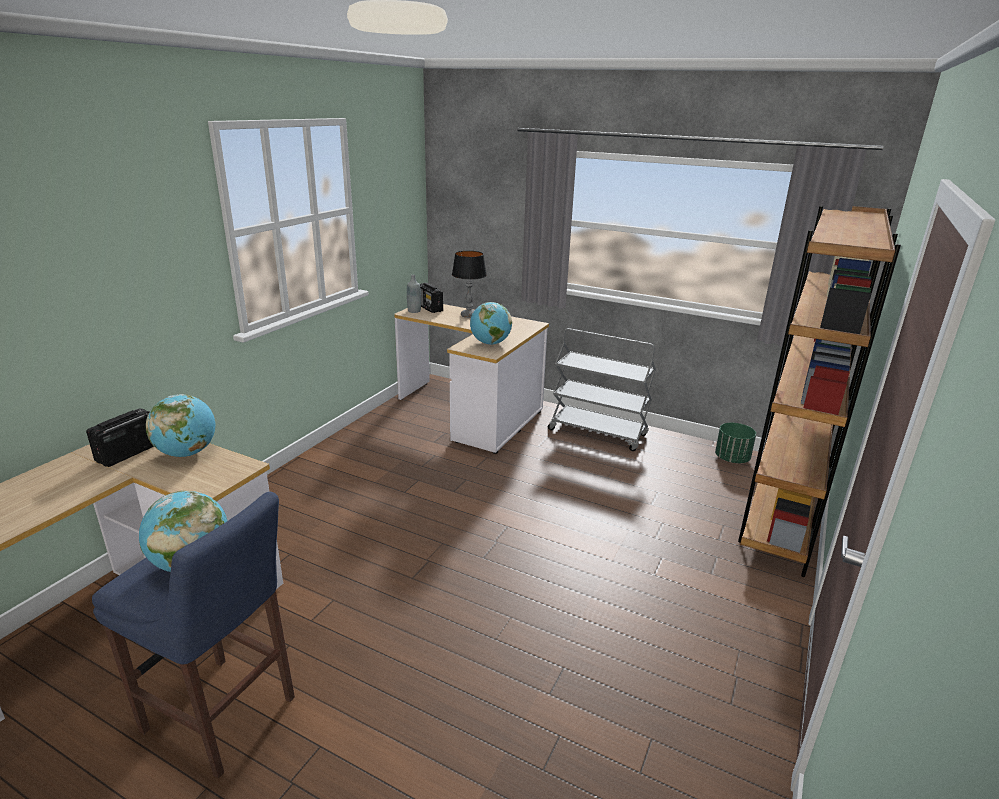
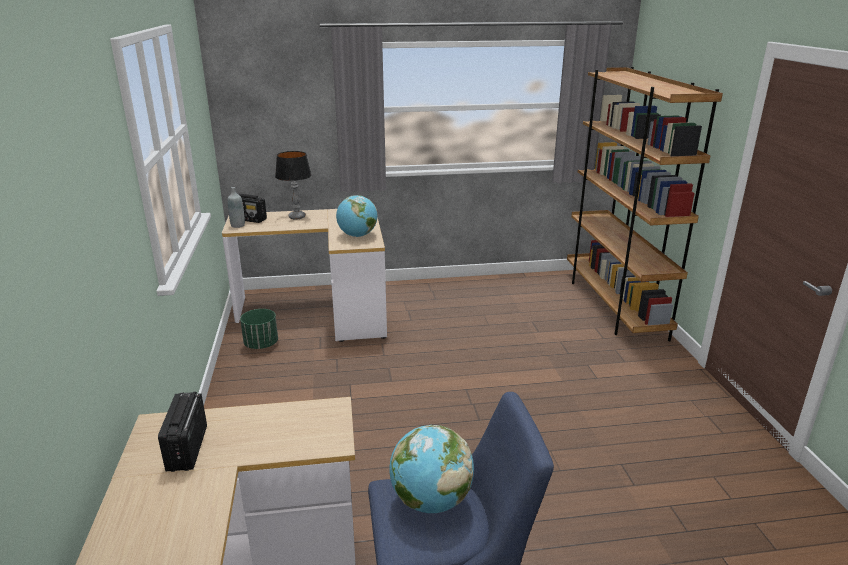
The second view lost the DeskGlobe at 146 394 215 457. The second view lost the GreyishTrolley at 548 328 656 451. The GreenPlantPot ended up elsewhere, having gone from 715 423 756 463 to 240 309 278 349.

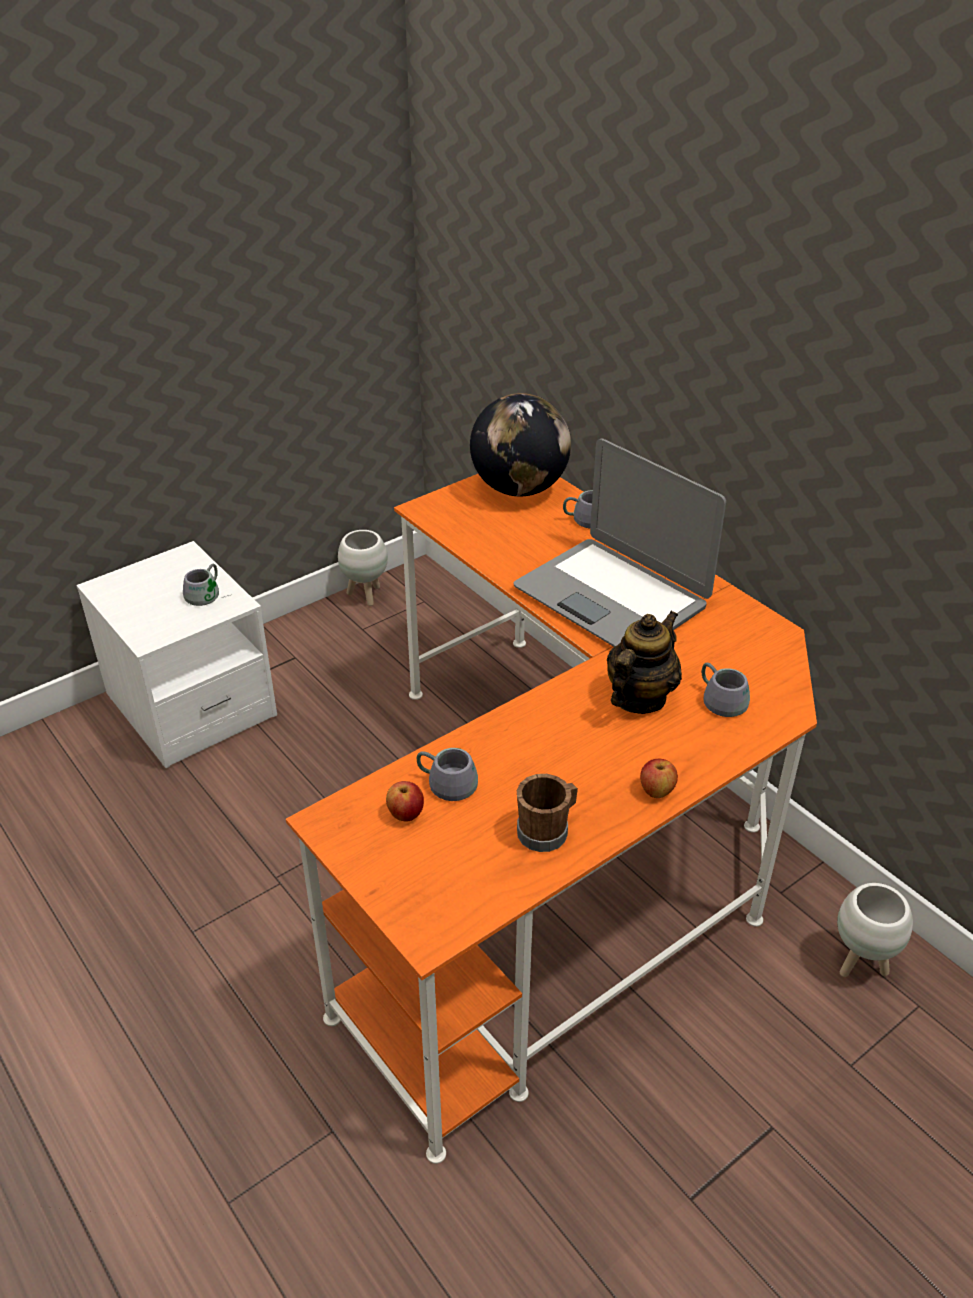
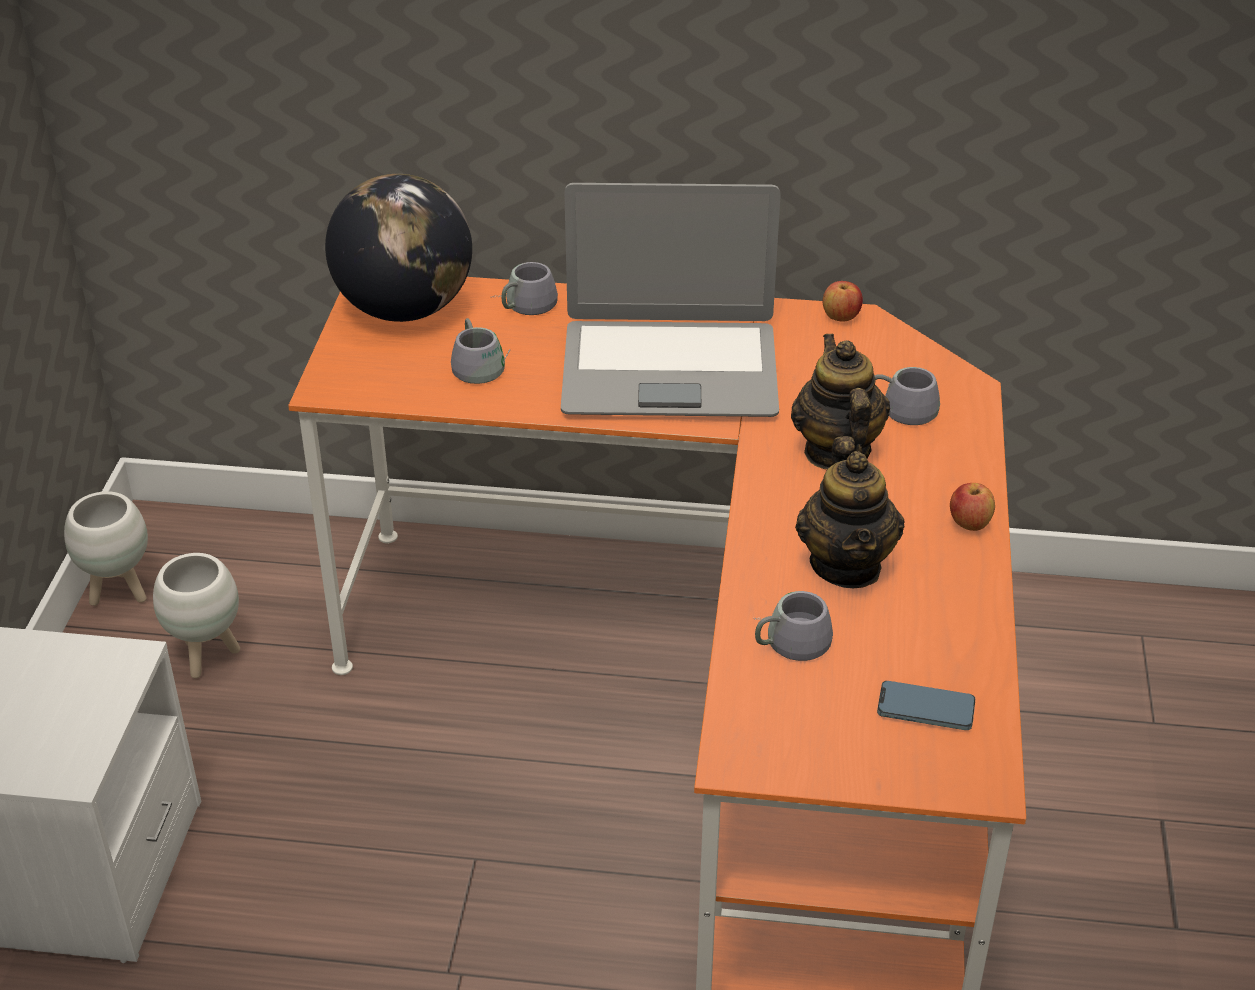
The GreyishTeaMug ended up elsewhere, having gone from 183 564 232 606 to 451 318 510 384. The Apple ended up elsewhere, having gone from 386 781 424 821 to 823 281 863 322. The second view lost the BrownishTeaMug at 517 774 578 852. The WhitePlantPot ended up elsewhere, having gone from 837 883 913 977 to 153 553 240 678. The second view gained the PotForTea at 795 436 905 588. The second view gained the Telephone at 877 681 975 730.

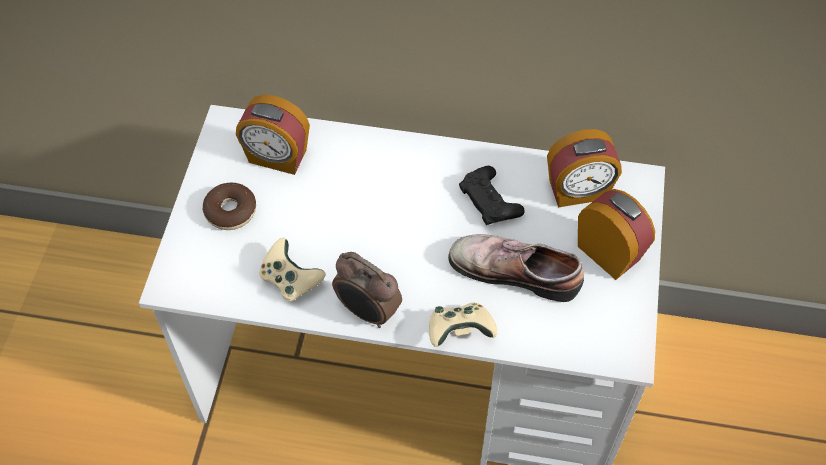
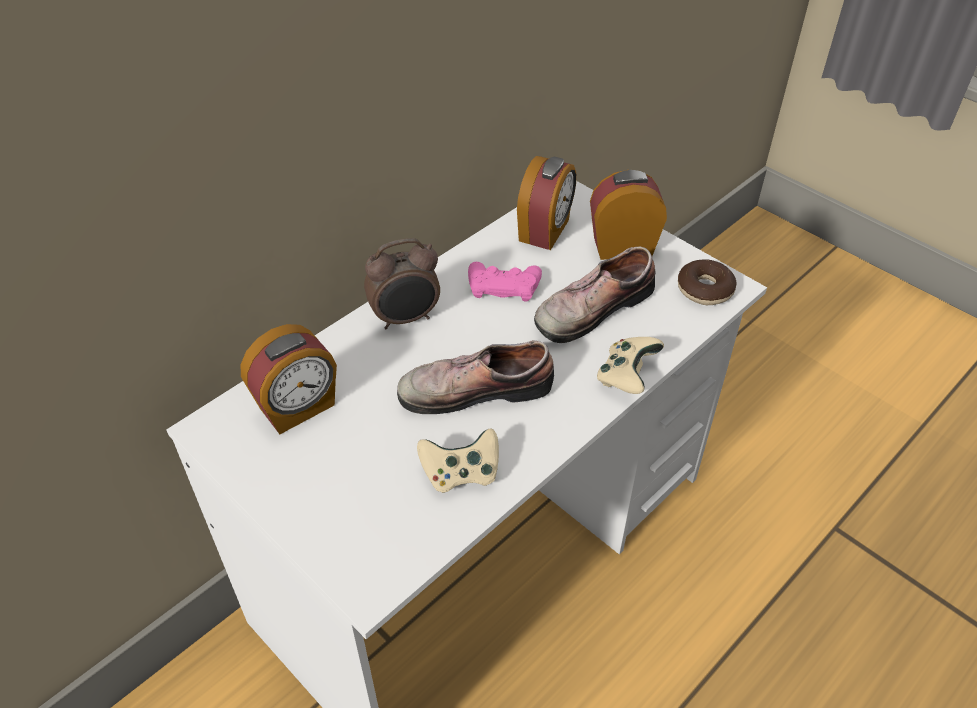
The RingDoughnut ended up elsewhere, having gone from 203 183 256 230 to 678 259 737 305. The AlarmClock ended up elsewhere, having gone from 332 252 402 328 to 364 238 440 329. What was the BlackishJoypad at 459 166 525 225 turned into the PinkJoypad at 468 262 542 301. The second view gained the ItemOfFootwear at 397 340 554 414.

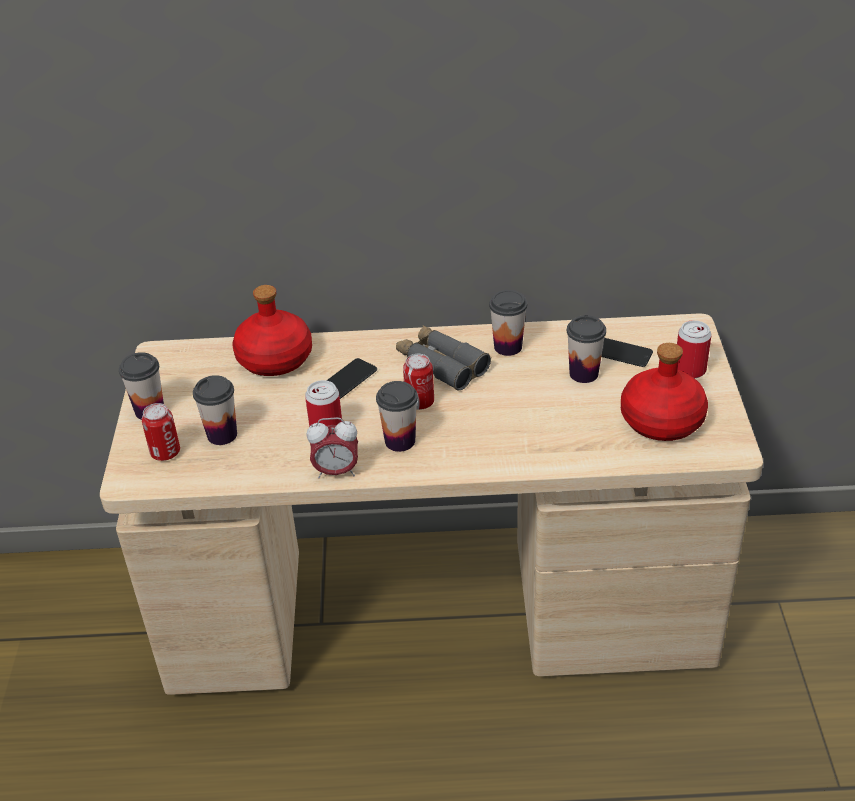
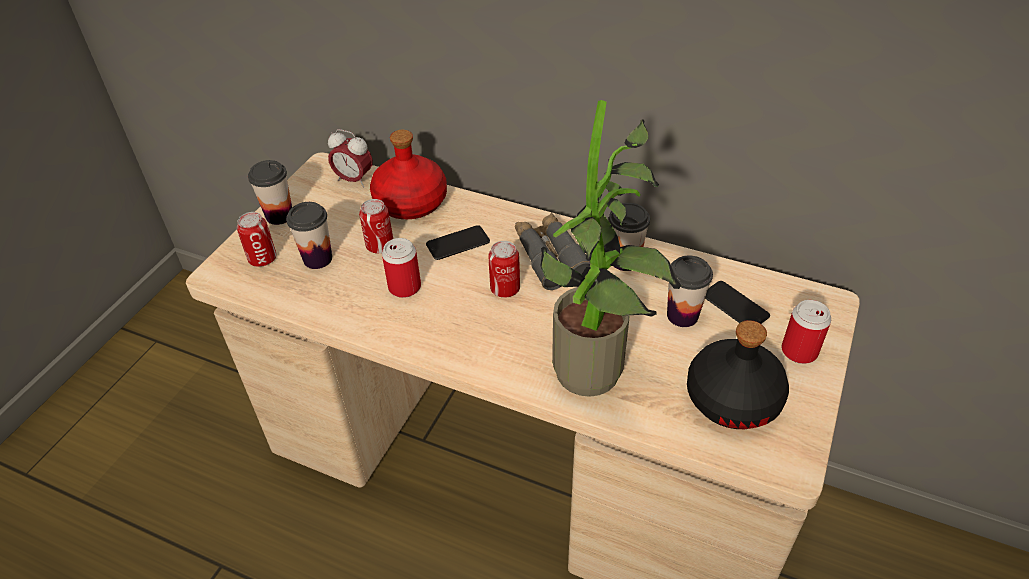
The AlarmClock ended up elsewhere, having gone from 307 417 358 479 to 328 129 373 187. The second view lost the SmallCup at 376 381 418 452. What was the RedBeverageBottle at 621 343 708 441 turned into the BlackishBeverageBottle at 687 320 789 429. The second view gained the MetalCan at 359 199 393 253. The second view gained the PlantInAPot at 541 100 681 397.

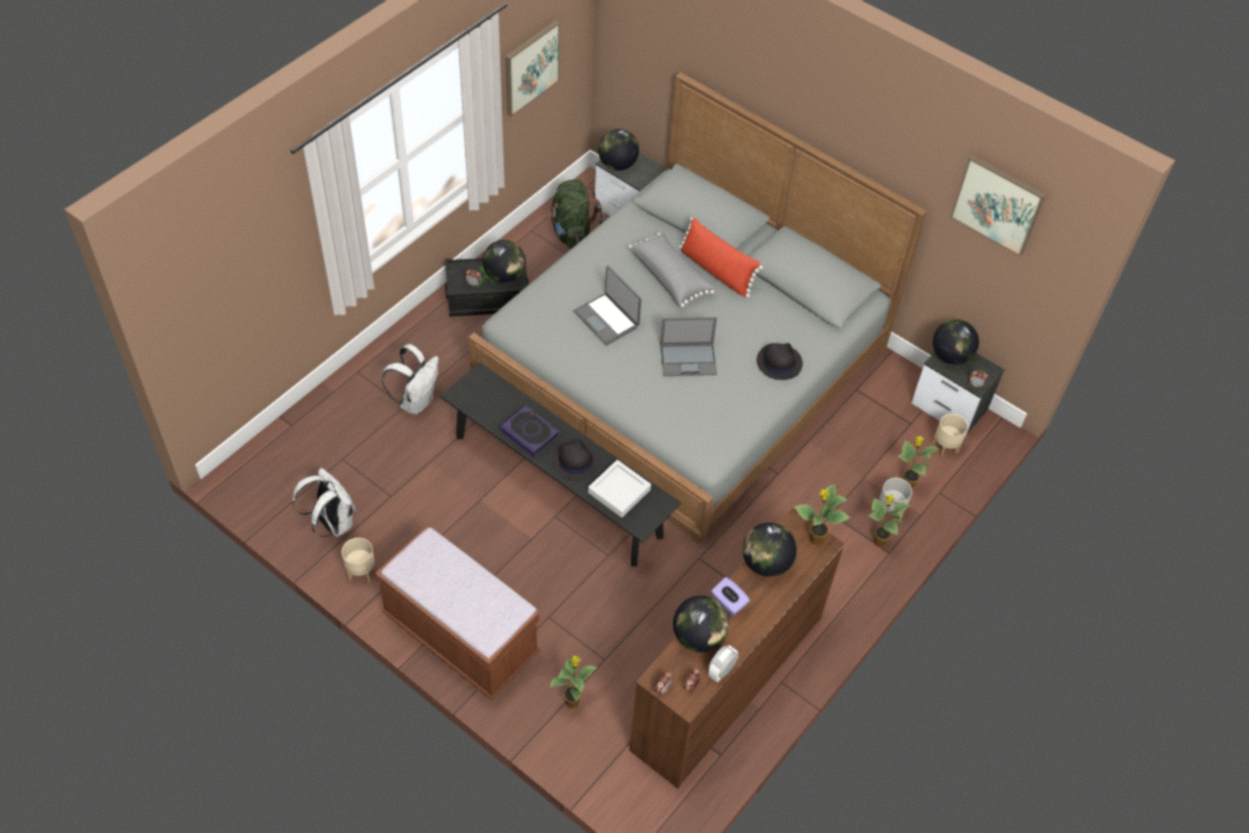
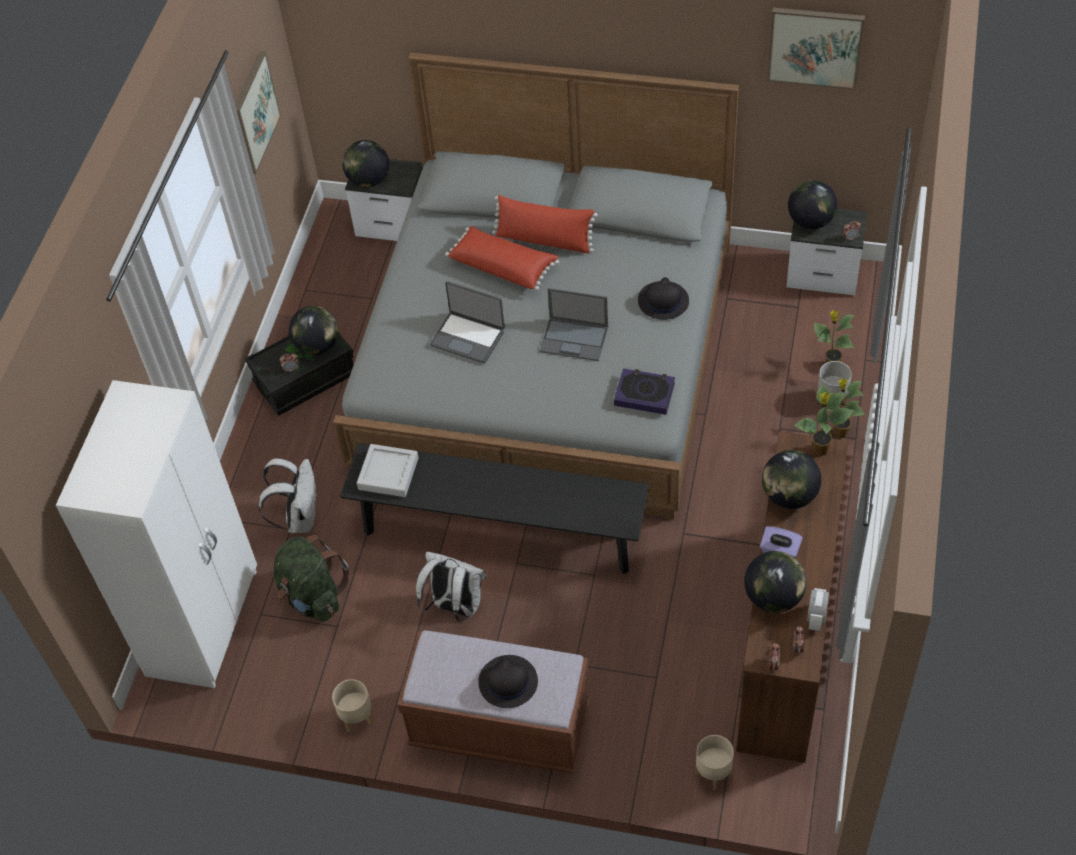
The WhiteBackpack ended up elsewhere, having gone from 292 468 356 537 to 416 552 487 621. The BoundBook ended up elsewhere, having gone from 500 405 560 457 to 614 368 675 415. The GreenBackpack ended up elsewhere, having gone from 547 179 604 249 to 274 535 349 622. The second view lost the PlantInAPot at 550 656 598 708. The BlackishClothingHat ended up elsewhere, having gone from 552 440 600 480 to 478 655 538 708. The GreyishTray ended up elsewhere, having gone from 588 460 651 518 to 357 444 419 497. What was the GreyishPillow at 629 233 716 307 turned into the RedPillow at 445 226 559 290. The Laptop at 660 317 717 376 ended up facing another way, 45 degrees clockwise from before. The SandColouredPlantPot ended up elsewhere, having gone from 932 414 968 458 to 695 735 734 790. The second view gained the WhiteWardrobe at 56 380 257 688.

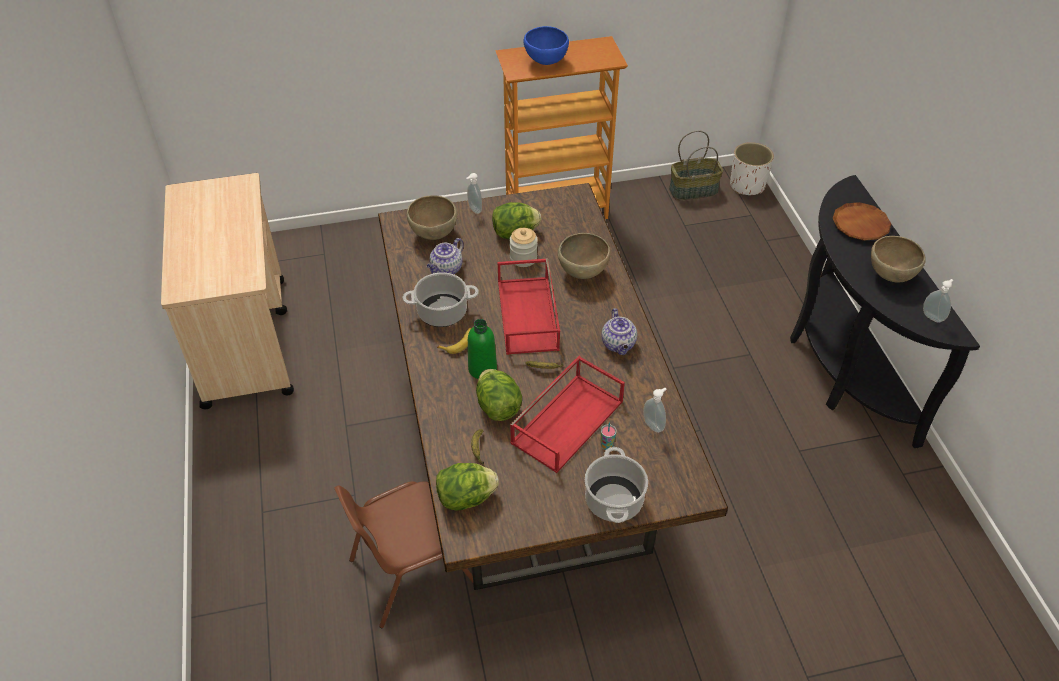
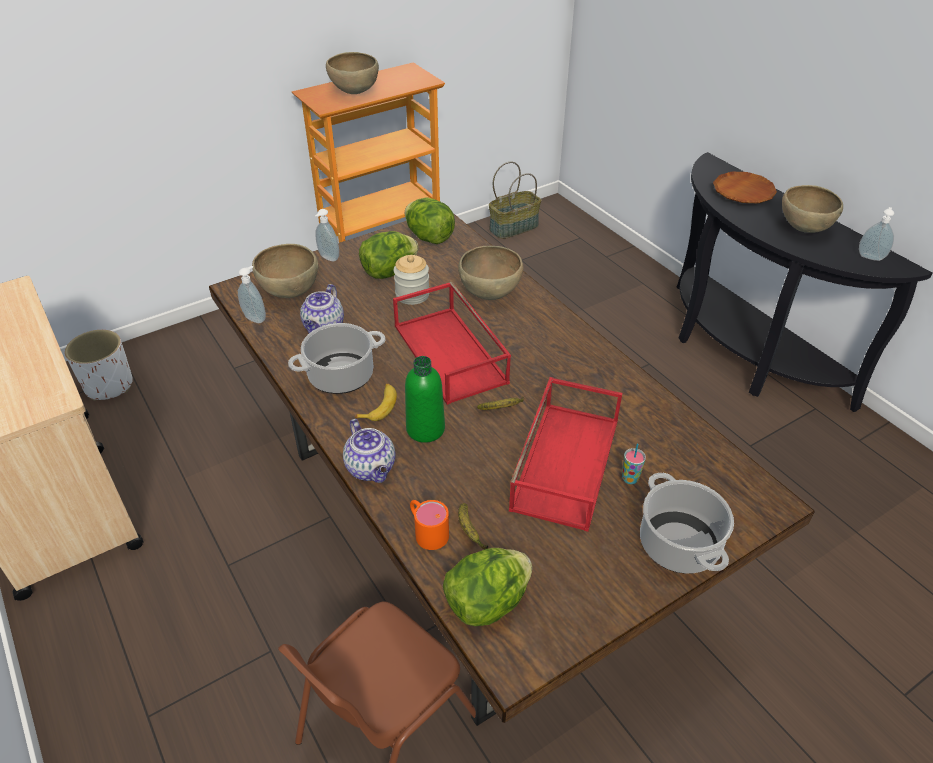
The HeadOfLettuce ended up elsewhere, having gone from 476 369 522 421 to 405 198 455 244. What was the BlueDeepDish at 523 26 569 65 turned into the BrownishDeepDish at 326 52 379 94. The PotForTea ended up elsewhere, having gone from 601 308 637 355 to 343 419 395 483. The SoapDispenser ended up elsewhere, having gone from 643 388 666 433 to 238 266 266 323. The WhitePlantPot ended up elsewhere, having gone from 730 142 774 195 to 65 330 133 401. The second view gained the OrangeTeaMug at 410 500 449 550.

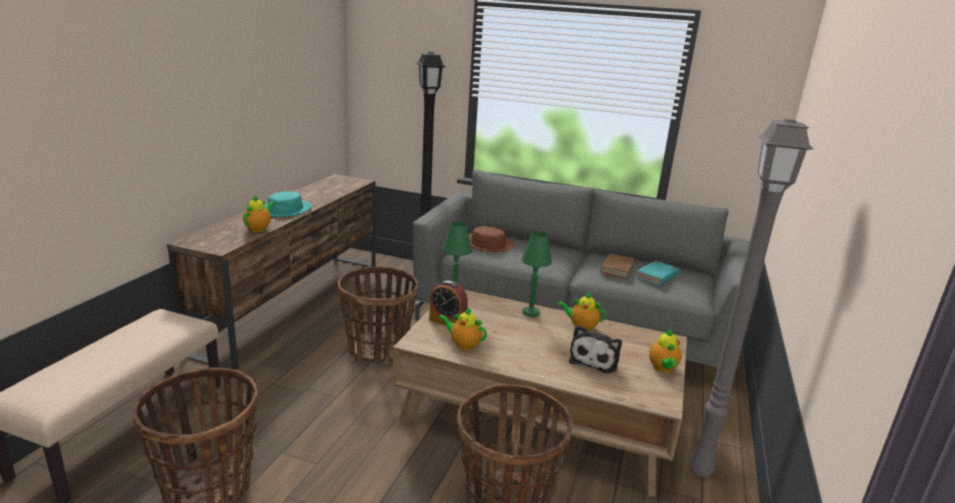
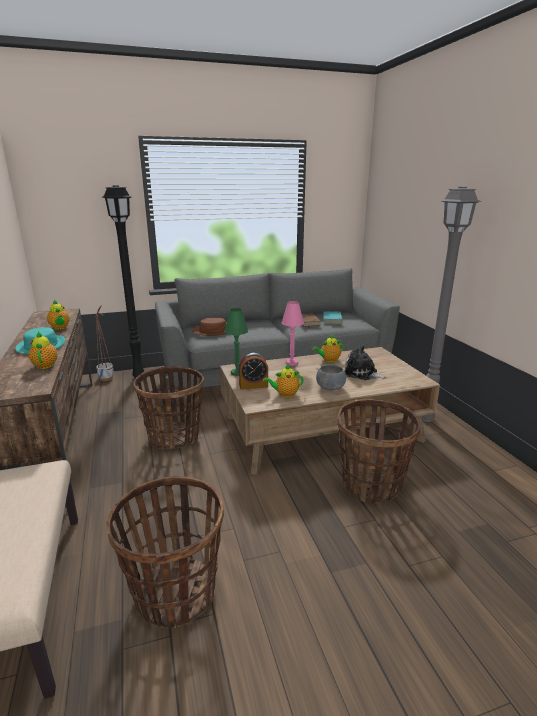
What was the GreenLampForATable at 521 232 552 317 turned into the PinkLampForATable at 282 301 304 366. The SoftToy at 569 325 622 374 ended up facing another way, 135 degrees clockwise from before. The PotForTea ended up elsewhere, having gone from 649 329 682 373 to 47 300 69 330. The second view gained the PlantPot at 96 306 114 381. The second view gained the GreyishDeepDish at 316 365 346 390.

